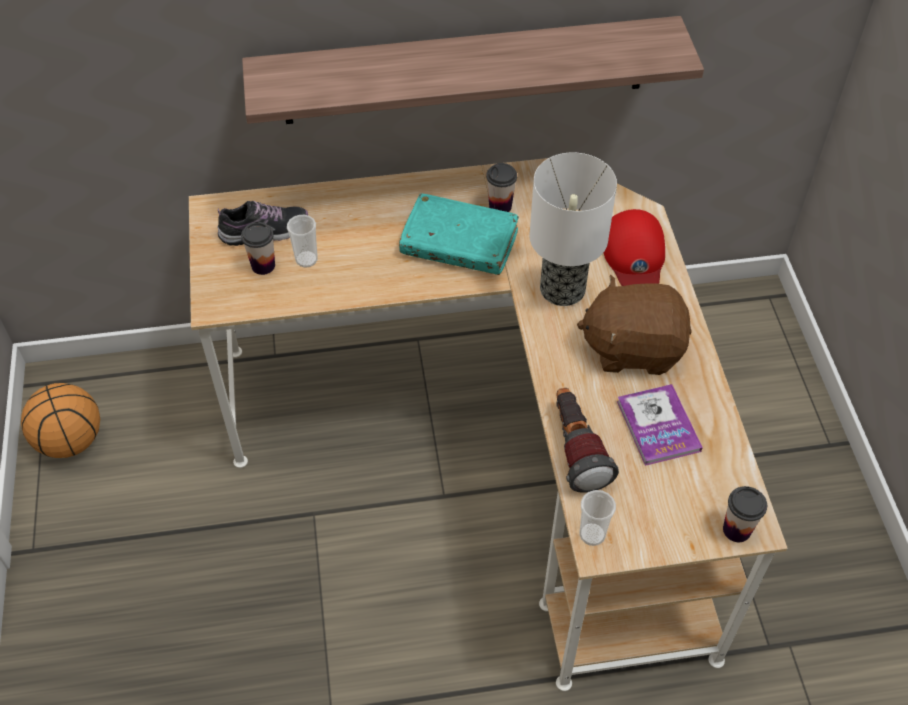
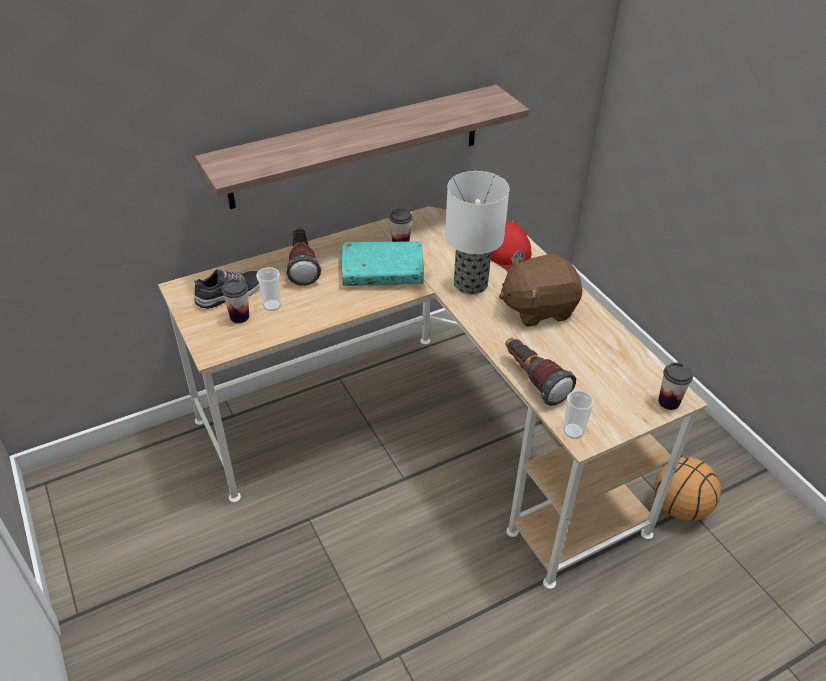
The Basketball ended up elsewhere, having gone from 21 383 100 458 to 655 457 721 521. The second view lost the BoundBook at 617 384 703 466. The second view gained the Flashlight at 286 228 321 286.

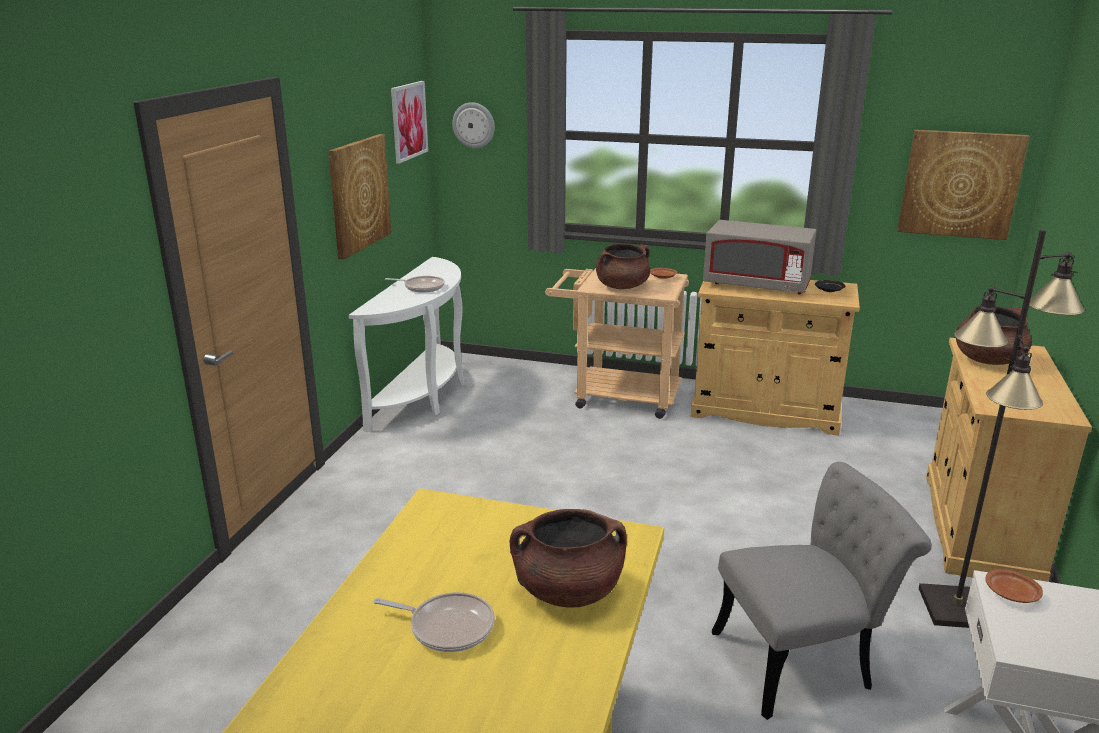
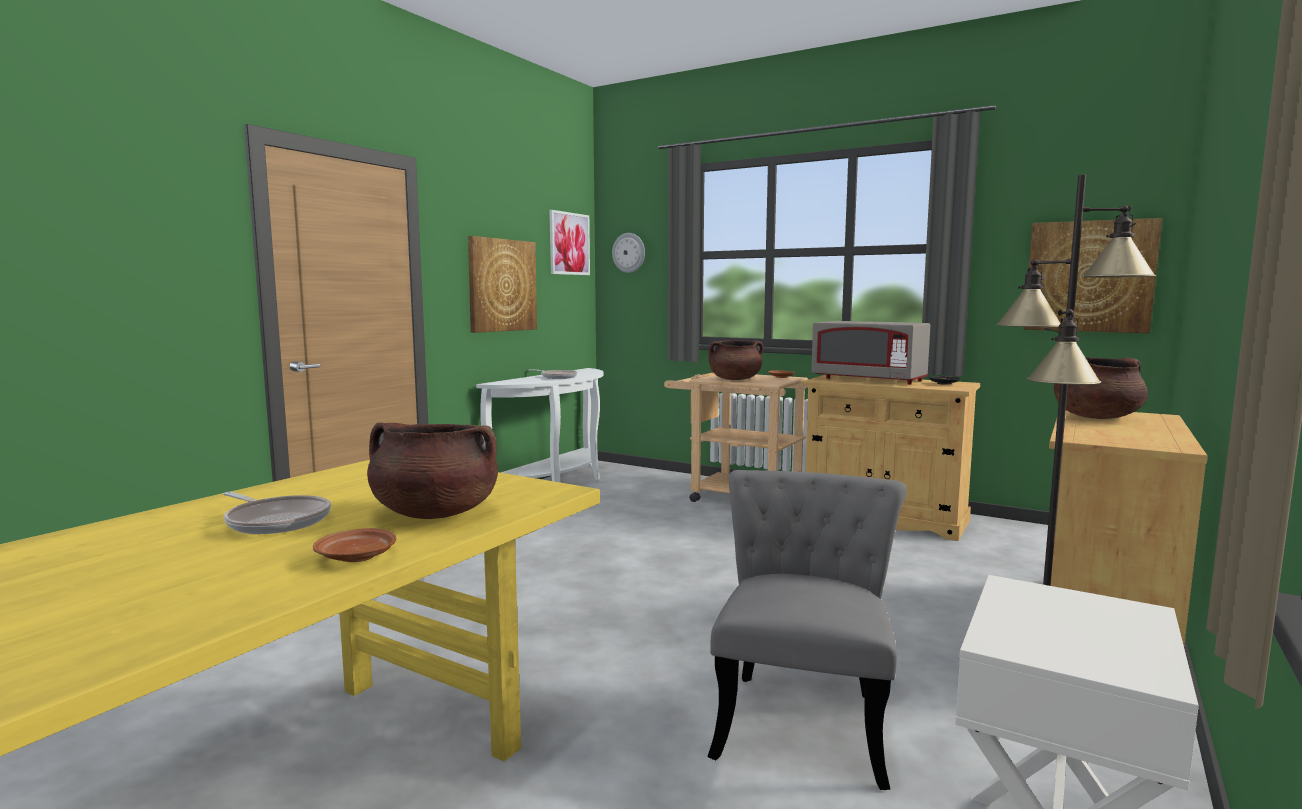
The GreyishChair at 712 462 932 720 ended up facing another way, 75 degrees counterclockwise from before. The BrownishFlatDish ended up elsewhere, having gone from 986 569 1043 603 to 313 528 397 562.

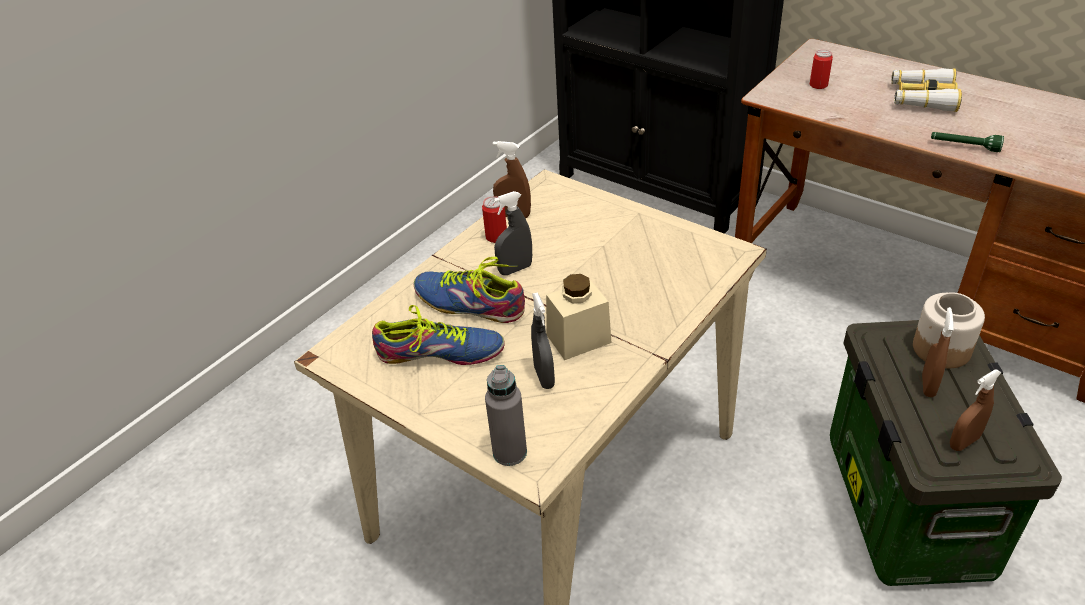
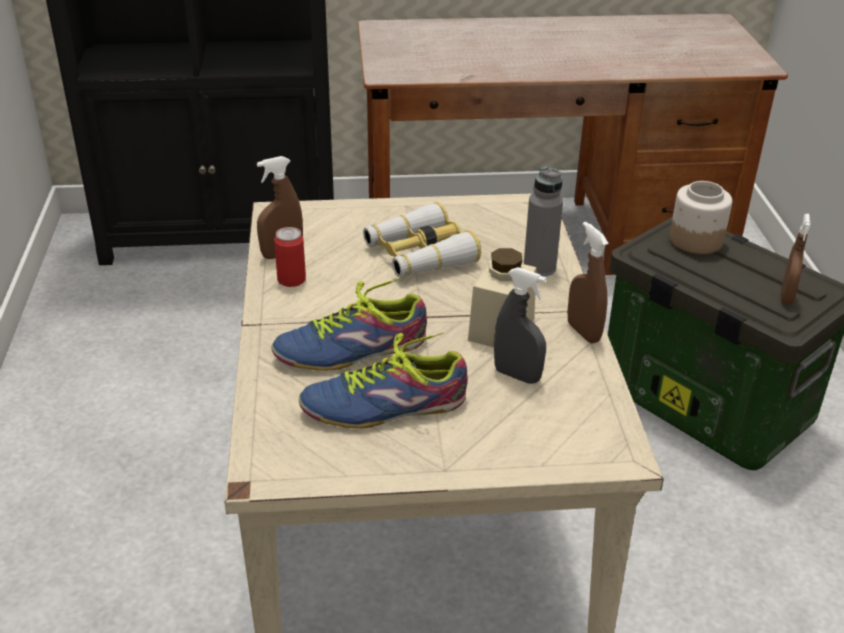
The ItemOfFootwear at 372 305 505 365 ended up facing another way, 150 degrees counterclockwise from before. The GreyishBeverageBottle ended up elsewhere, having gone from 485 365 527 466 to 524 166 563 277. The second view lost the GreyishSprayer at 494 191 532 275. The second view lost the MetalCan at 810 50 833 89. The Binoculars ended up elsewhere, having gone from 891 68 962 112 to 363 202 481 277. The BrownishSprayer ended up elsewhere, having gone from 922 307 954 397 to 567 222 609 343. The second view lost the GreenFlashlight at 931 132 1004 152.

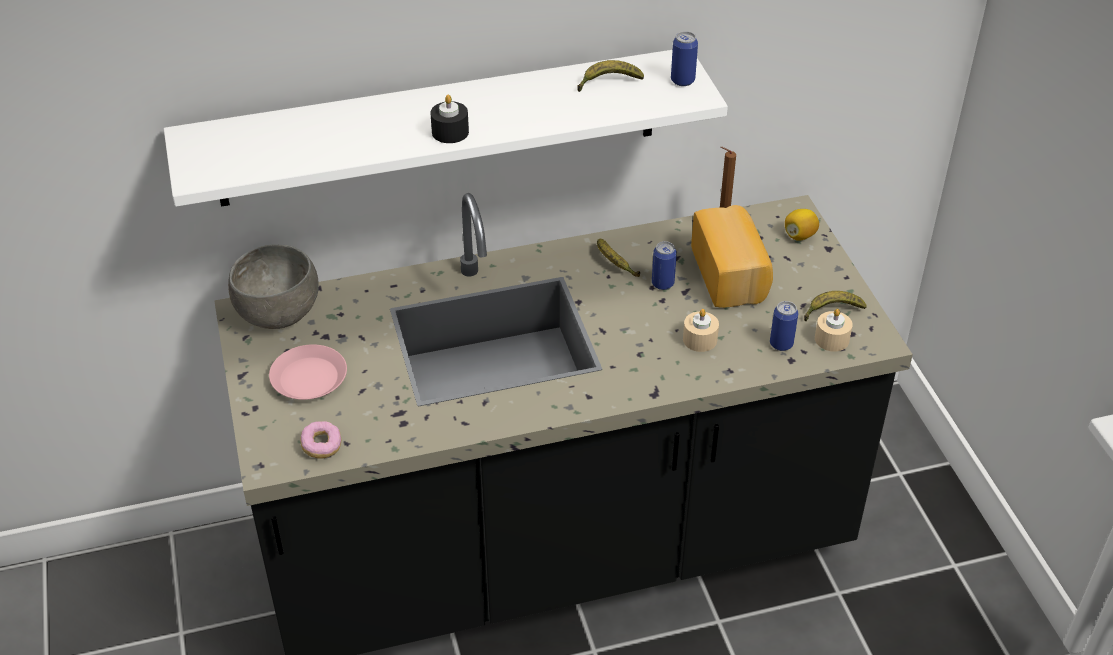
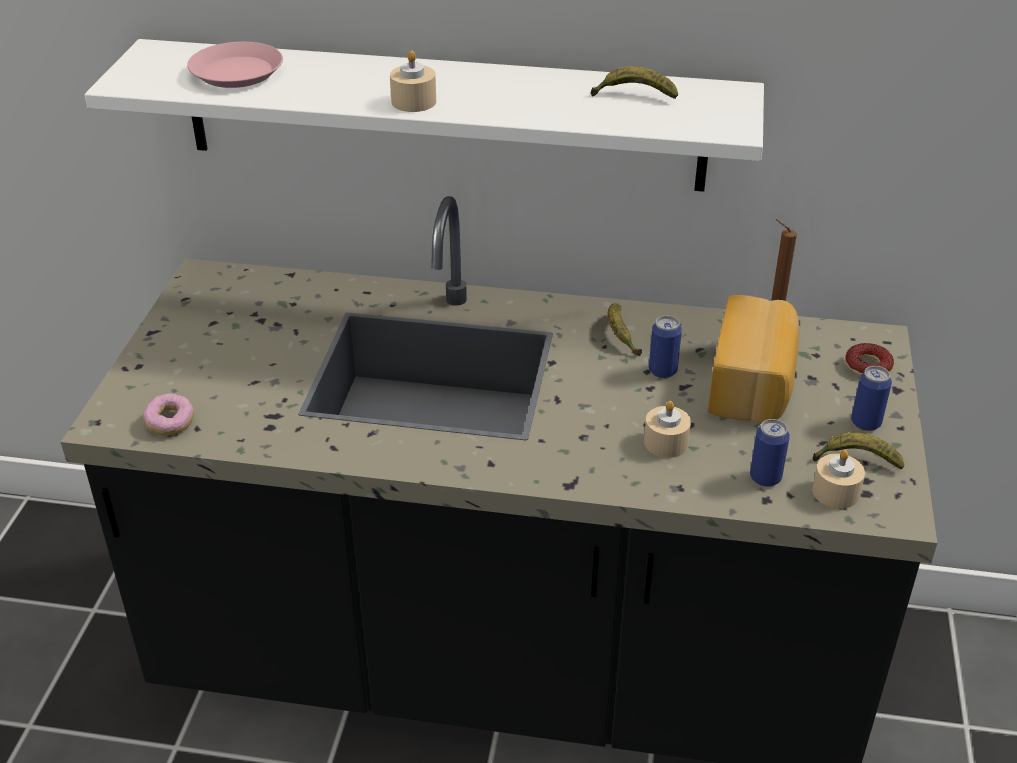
The second view lost the GreyishDeepDish at 228 244 319 329. The PinkFlatDish ended up elsewhere, having gone from 269 344 347 400 to 187 42 283 88. What was the BlackishWaxLight at 430 95 469 143 turned into the SandColouredWaxLight at 390 50 436 112. The MetalCan ended up elsewhere, having gone from 671 31 698 86 to 851 366 892 431. Where the Lemon stood at 785 209 819 240, the RingDoughnut came to stand at 845 343 894 376.

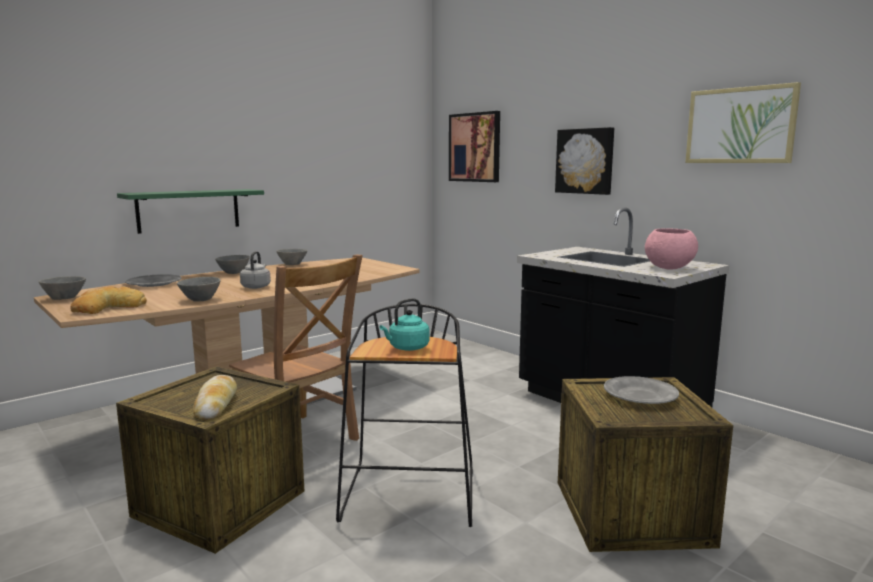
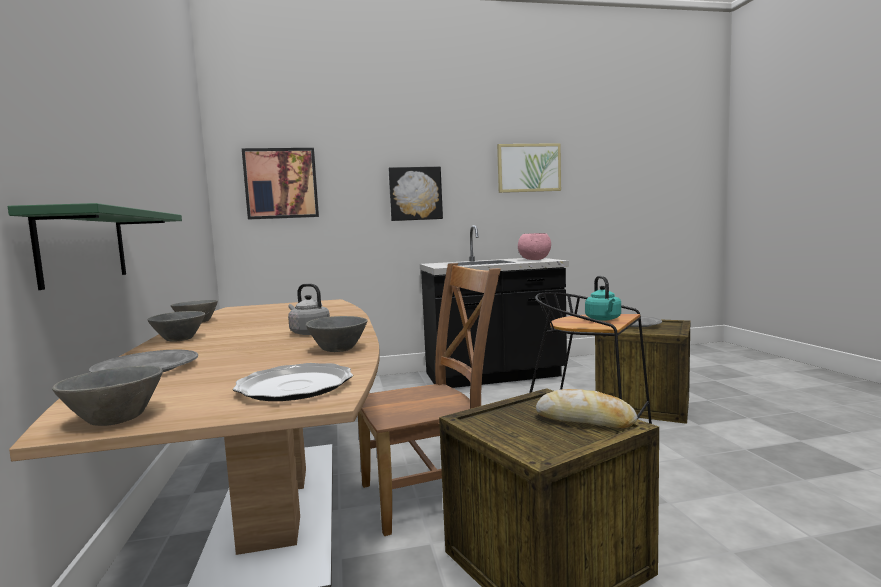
Where the BakedBread stood at 70 286 147 314, the FlatDish came to stand at 233 363 353 401.

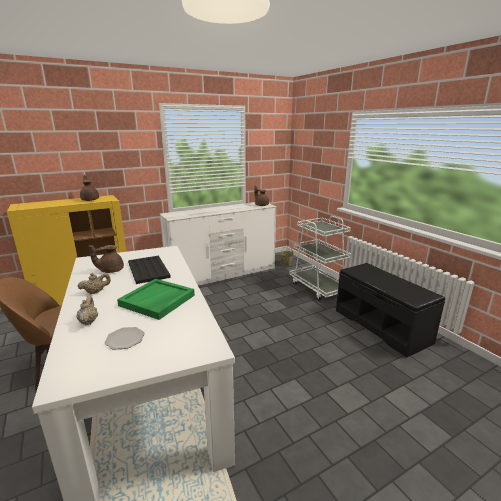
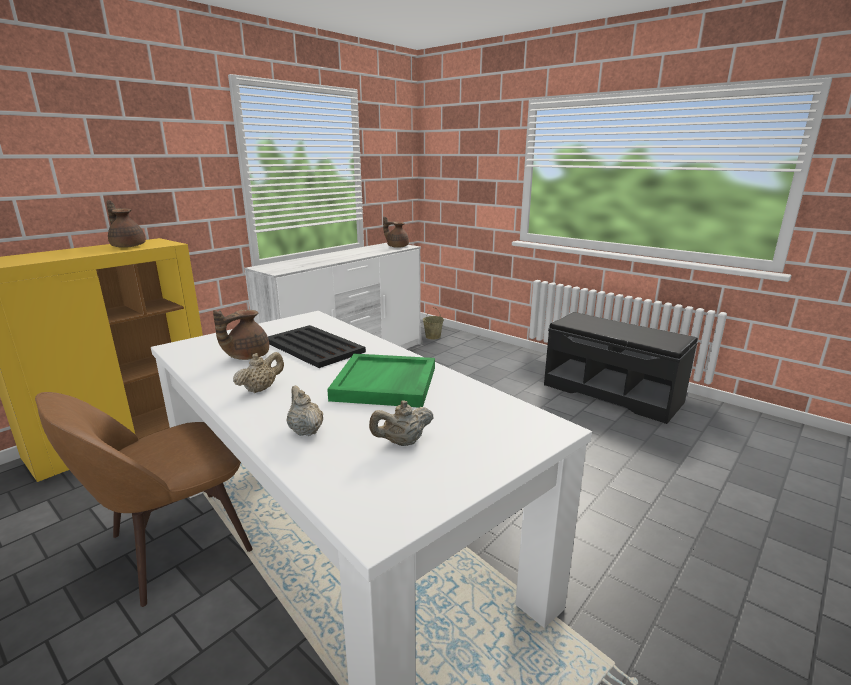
Where the FlatDish stood at 104 327 145 350, the SandColouredPotForTea came to stand at 369 400 434 446. The second view lost the WhiteTrolley at 289 216 351 301.

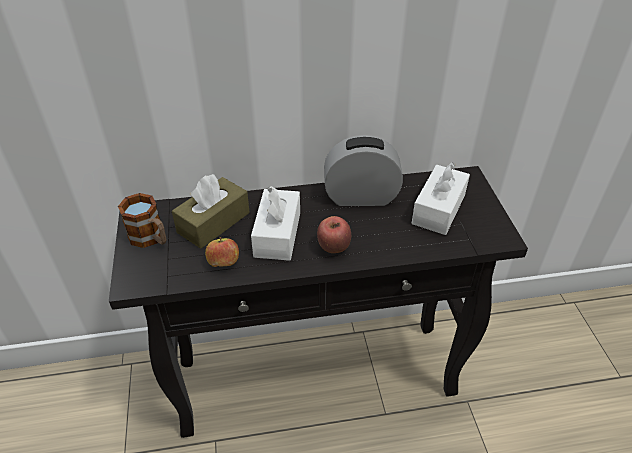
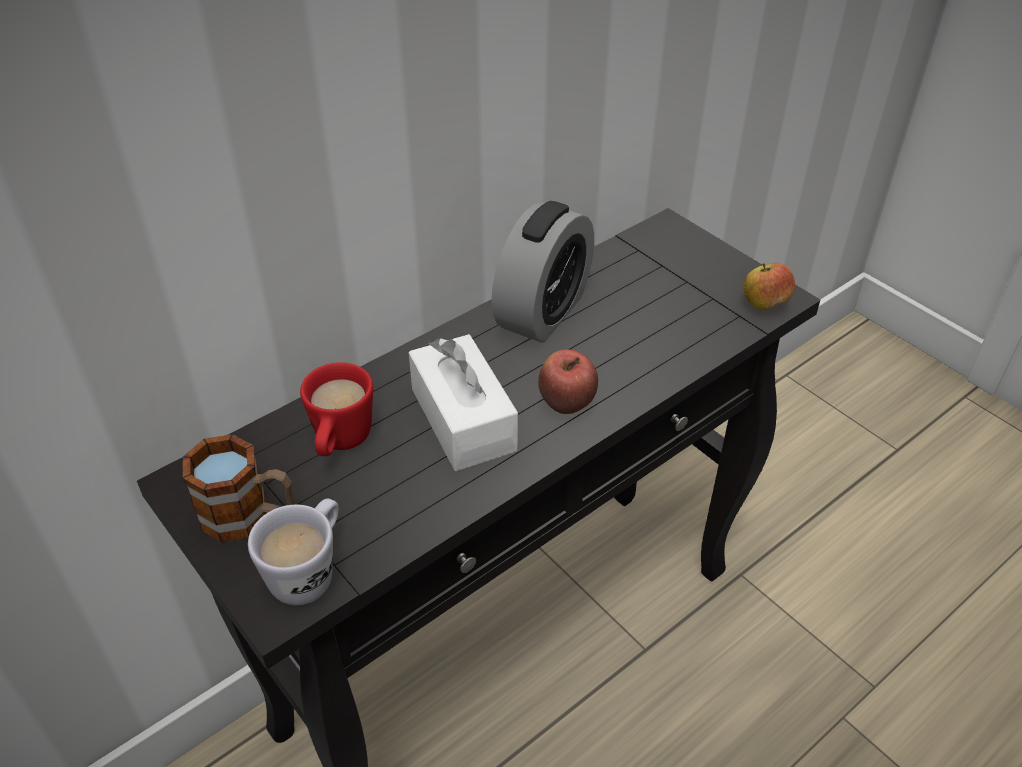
Where the BrownishTissueHolder stood at 172 174 250 249, the RedTeaMug came to stand at 300 362 373 456. The Apple ended up elsewhere, having gone from 205 237 239 267 to 744 263 795 310. The AlarmClock at 324 135 403 206 ended up facing another way, 150 degrees clockwise from before. The second view lost the WhiteTissueHolder at 411 162 470 235. The second view gained the WhiteTeaMug at 248 498 339 605.

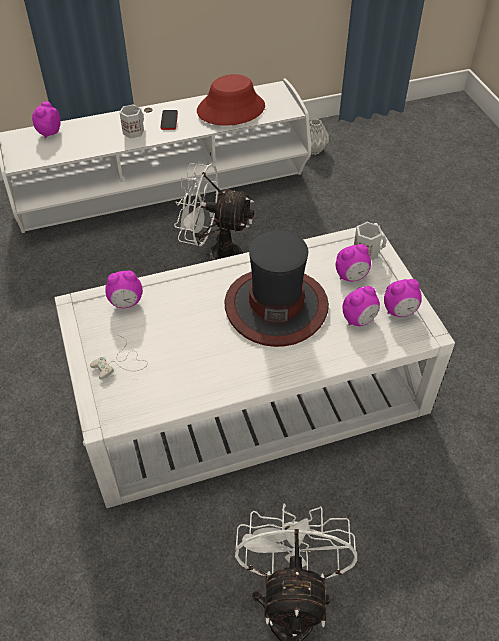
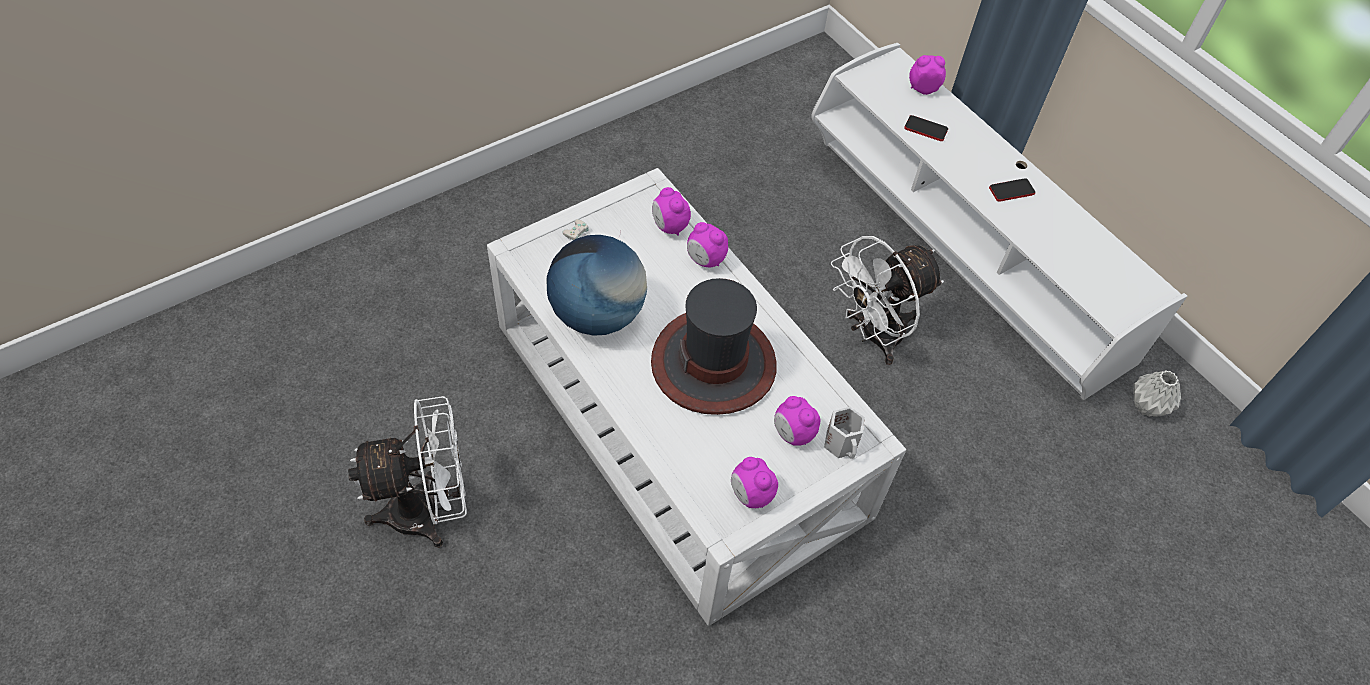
The second view lost the WhiteTeaMug at 120 104 144 139. The WhiteElectricFan at 174 163 254 261 ended up facing another way, 120 degrees counterclockwise from before. The second view lost the RedClothingHat at 197 74 265 126. The AlarmClock ended up elsewhere, having gone from 342 286 380 326 to 687 222 728 268. The second view gained the DeskGlobe at 547 235 647 336. The second view gained the Telephone at 904 115 948 141.

